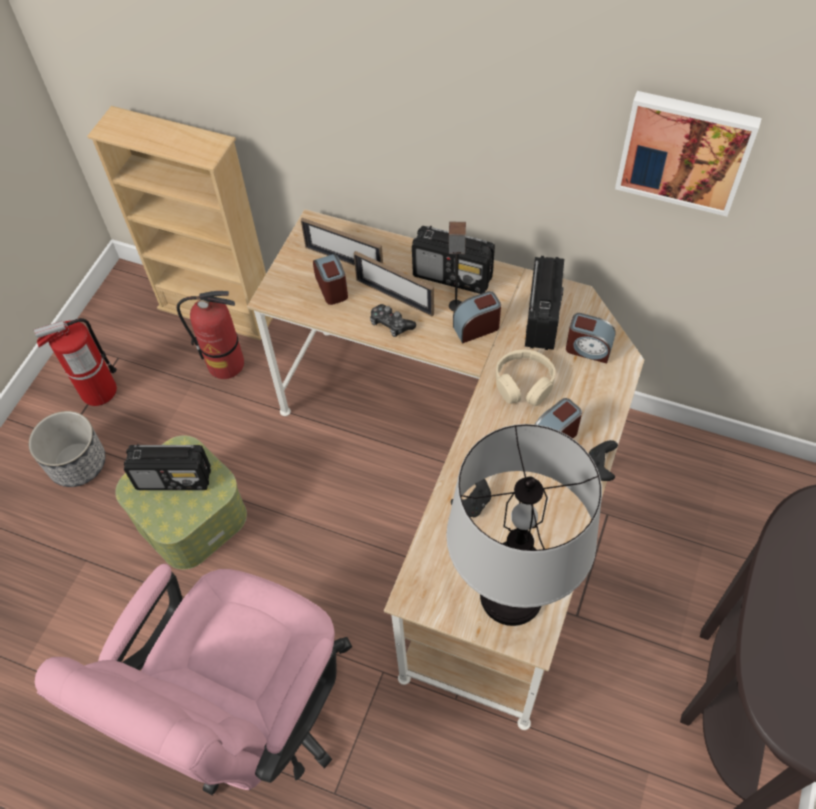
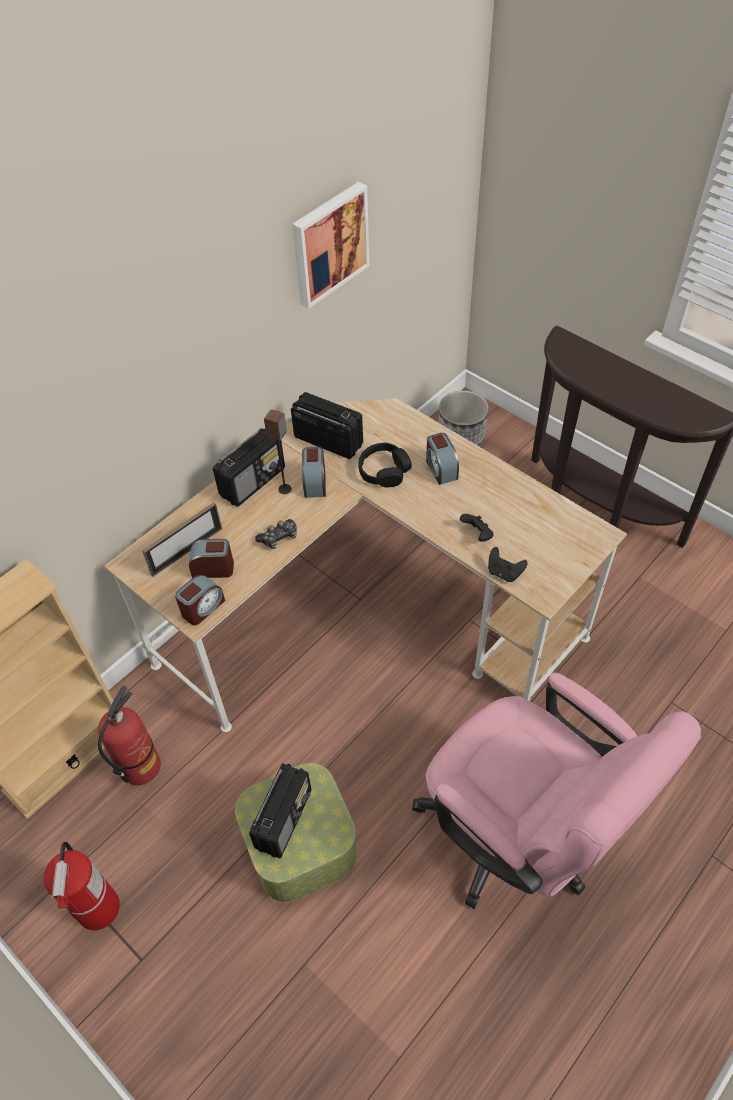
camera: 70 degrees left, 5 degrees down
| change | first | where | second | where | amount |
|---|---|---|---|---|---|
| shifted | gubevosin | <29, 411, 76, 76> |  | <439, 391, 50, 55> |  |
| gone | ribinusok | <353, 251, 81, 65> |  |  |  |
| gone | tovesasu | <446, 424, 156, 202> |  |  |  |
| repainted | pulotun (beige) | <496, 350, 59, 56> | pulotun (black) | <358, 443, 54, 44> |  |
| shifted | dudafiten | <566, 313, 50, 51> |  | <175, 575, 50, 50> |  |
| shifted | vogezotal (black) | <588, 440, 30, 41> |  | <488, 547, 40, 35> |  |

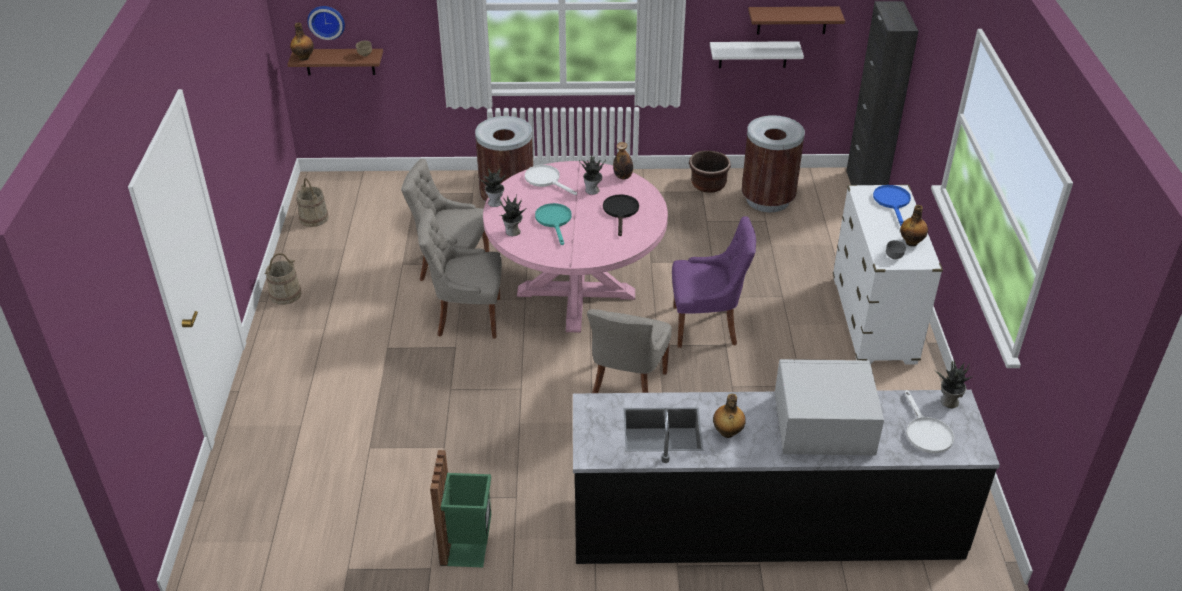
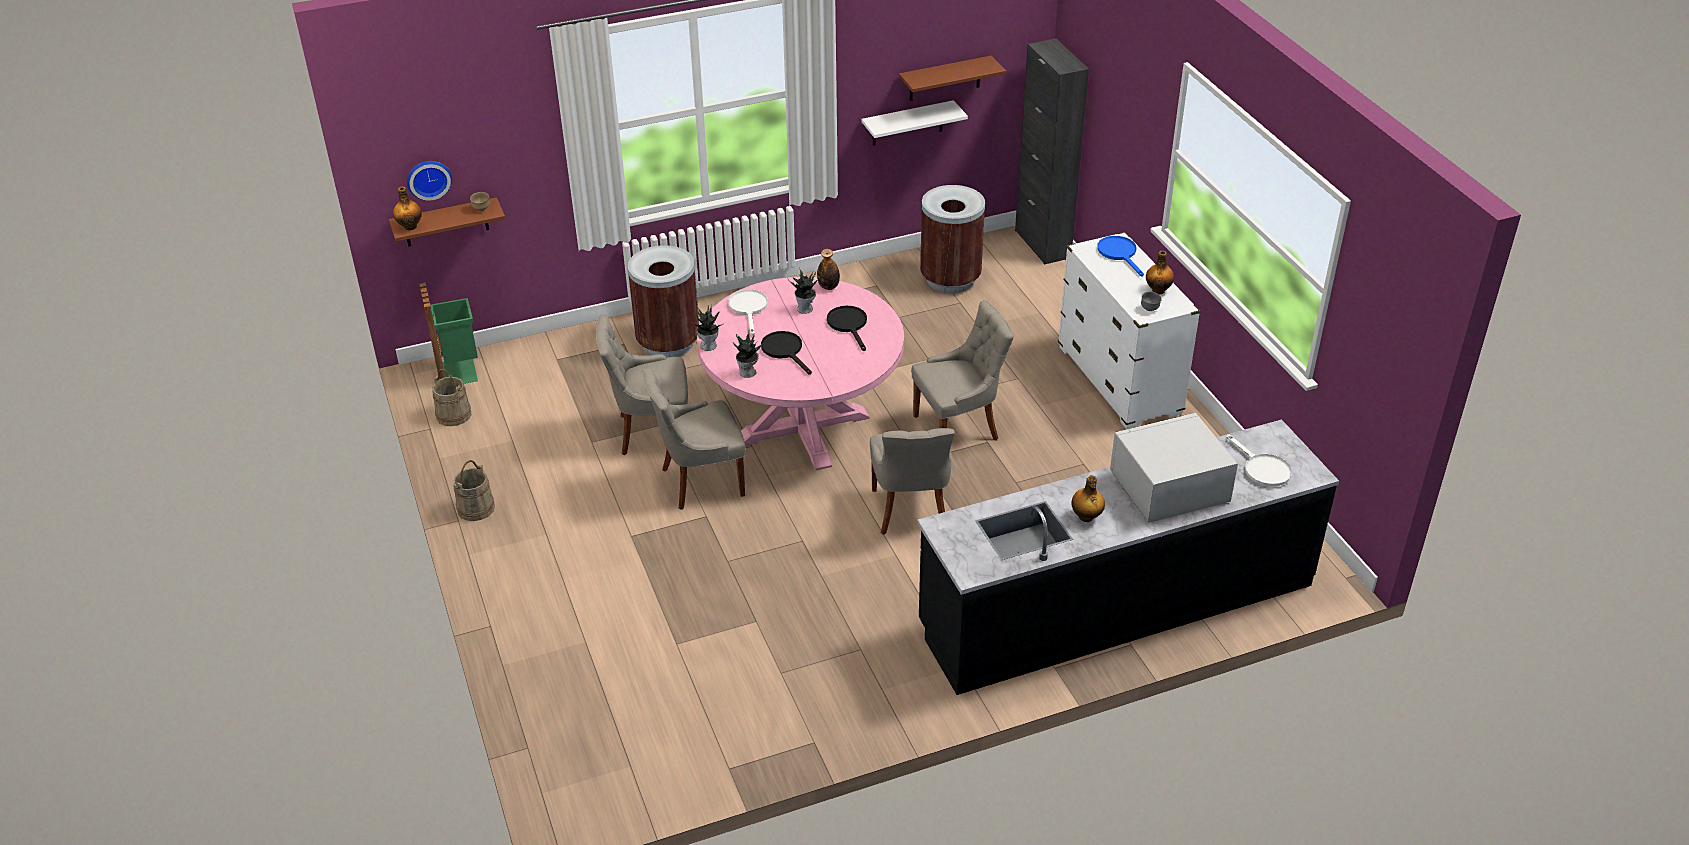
camera: 20 degrees left, 0 degrees up
| change | first | where | second | where | amount |
|---|---|---|---|---|---|
| shifted | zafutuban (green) | <430, 450, 61, 118> |  | <419, 283, 59, 101> |  |
| rotated | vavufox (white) | <525, 165, 52, 30> |  | <728, 289, 40, 46> | 60 degrees clockwise |
| repainted | vavufox (turquoise) | <535, 203, 37, 42> | vavufox (black) | <761, 331, 51, 44> |  |
| repainted | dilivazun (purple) | <672, 216, 84, 132> | dilivazun (grey) | <911, 300, 103, 141> |  |
| gone | gubevosin (brown) | <689, 151, 42, 42> |  |  |  |
| gone | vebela | <937, 361, 36, 47> |  |  |  |

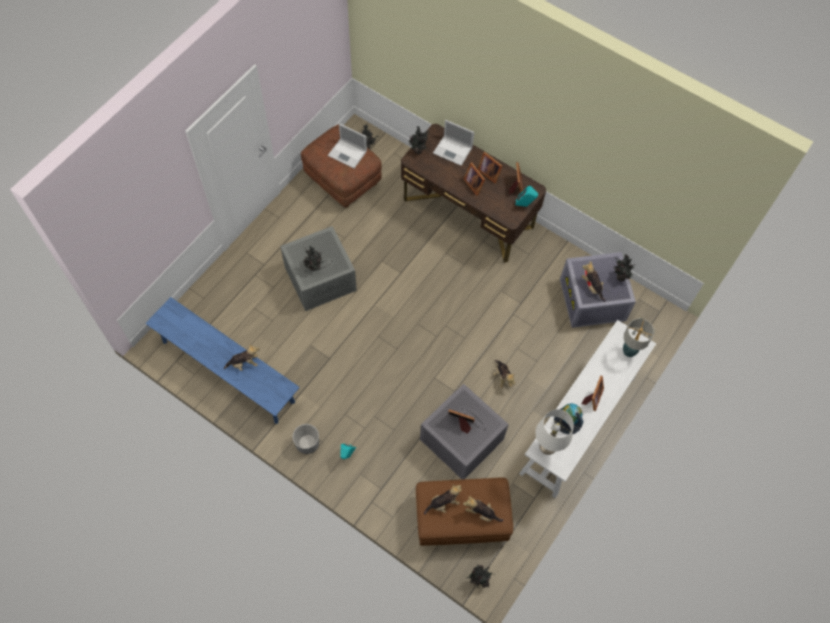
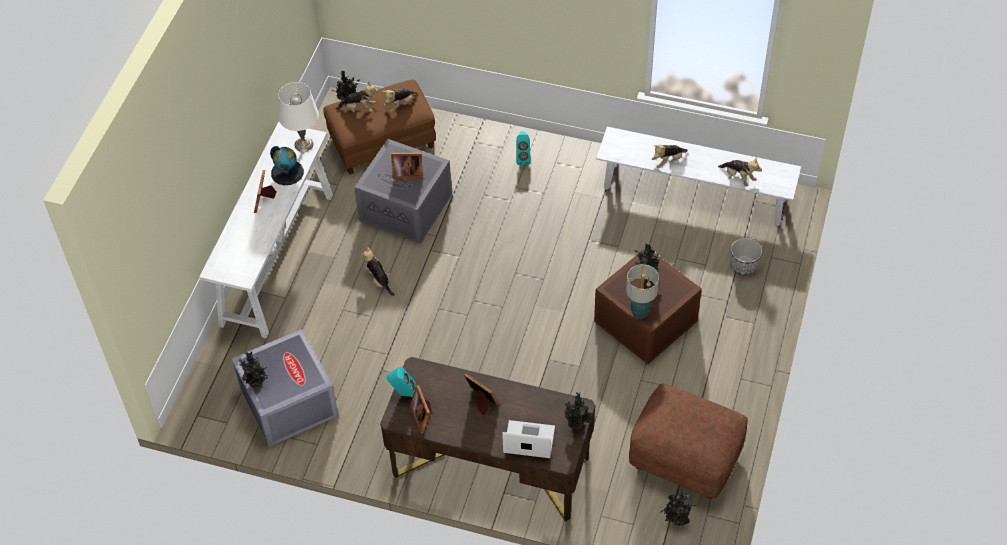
camera: 165 degrees right, 10 degrees down
| change | first | where | second | where | amount |
|---|---|---|---|---|---|
| repainted | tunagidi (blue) | <145, 297, 155, 127> | tunagidi (white) | <596, 127, 205, 99> |  |
| repainted | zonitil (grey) | <280, 226, 77, 85> | zonitil (brown) | <594, 248, 108, 116> |  |
| shifted | gubevosin | <292, 424, 27, 30> |  | <730, 238, 32, 37> |  |
| gone | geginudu | <328, 123, 39, 46> |  |  |  |
| gone | ribinusok | <478, 152, 24, 31> |  |  |  |
| shifted | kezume | <582, 261, 24, 41> |  | <718, 157, 44, 30> |  |
| shifted | tovesasu | <623, 318, 31, 39> |  | <626, 264, 33, 55> |  |

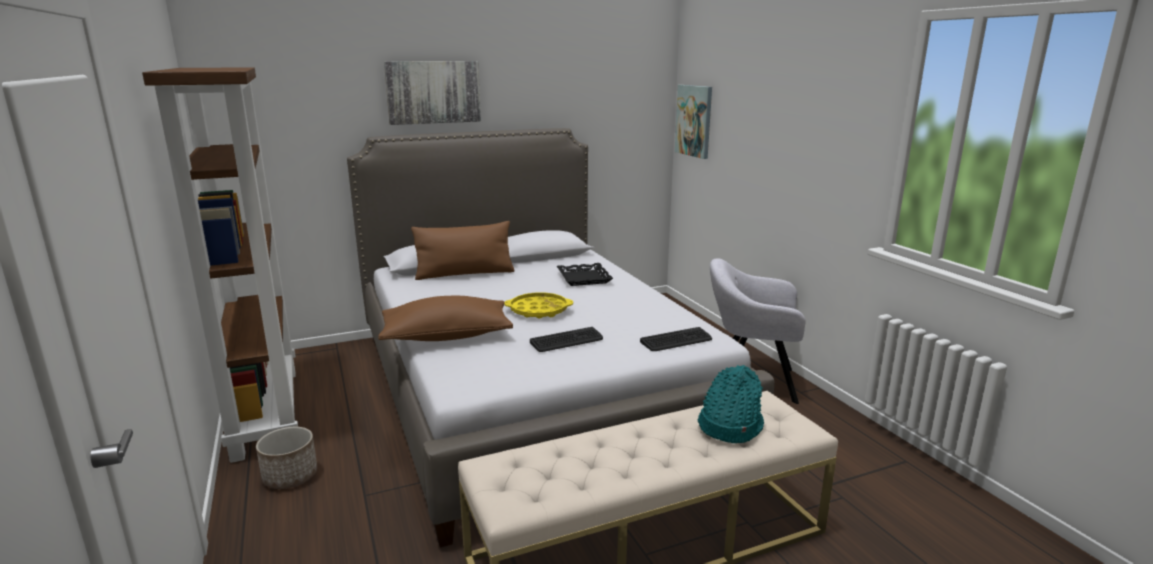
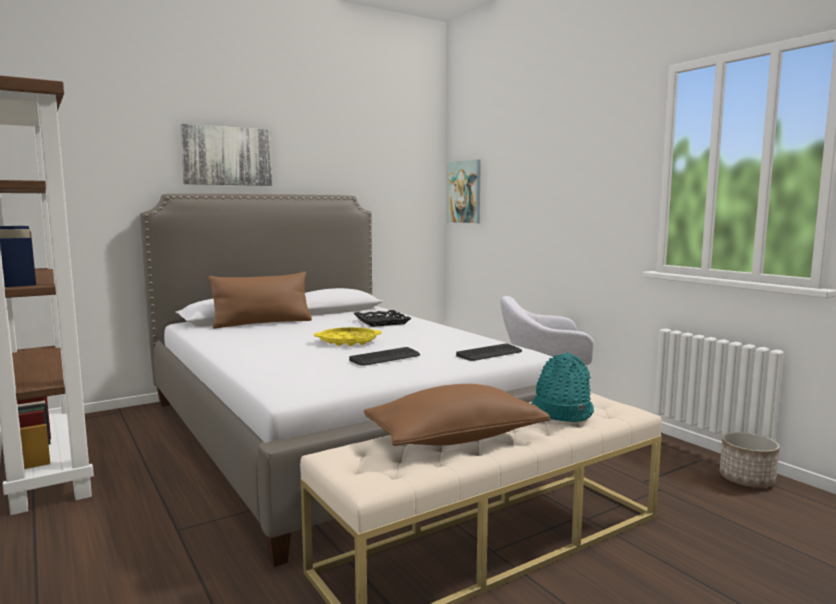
camera: 10 degrees left, 10 degrees down
| change | first | where | second | where | amount |
|---|---|---|---|---|---|
| shifted | gubevosin | <256, 427, 61, 62> |  | <720, 432, 60, 56> |  |
| shifted | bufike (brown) | <378, 296, 135, 45> |  | <364, 384, 186, 62> |  |

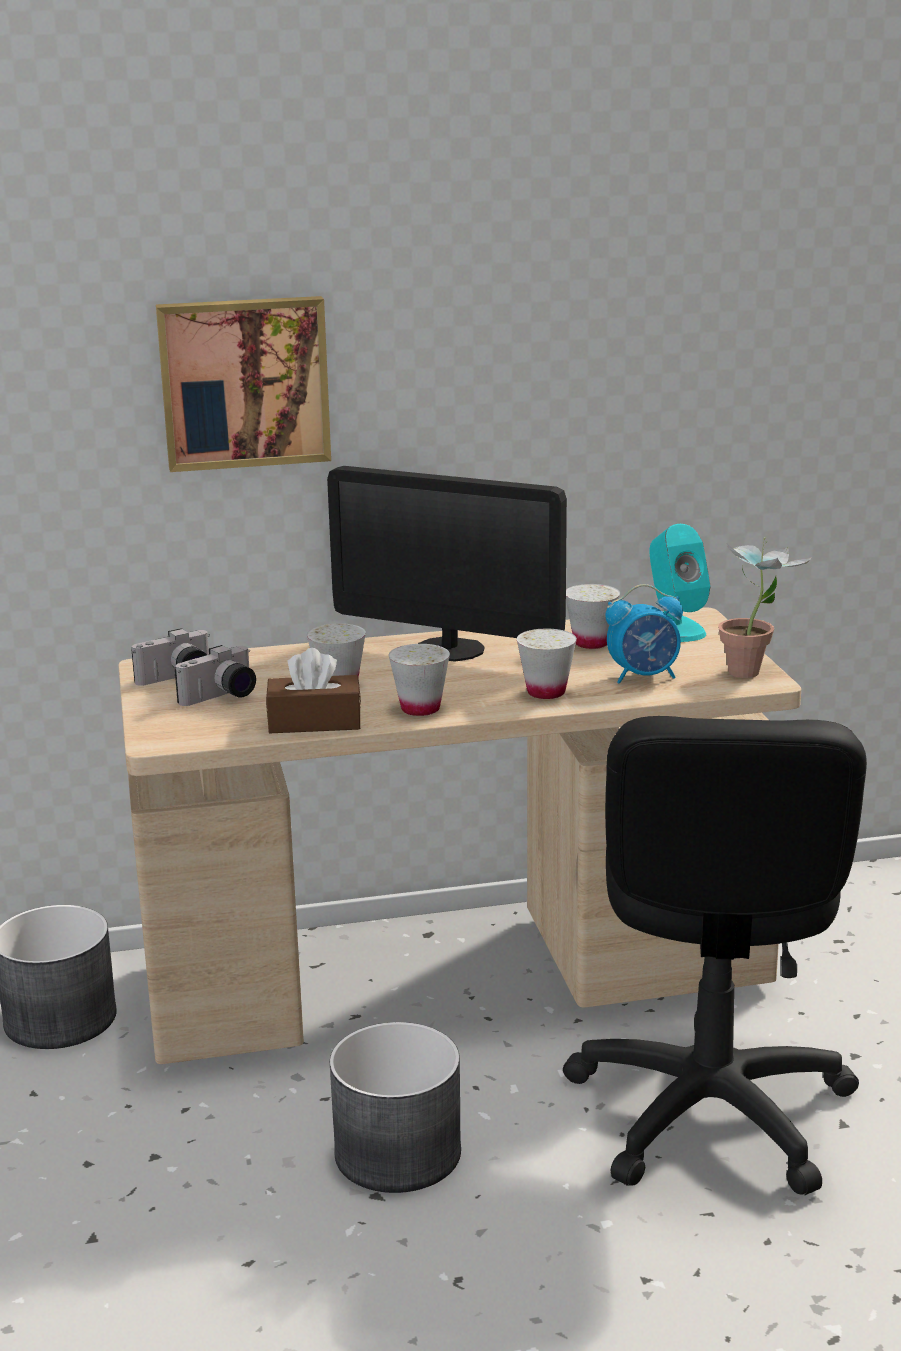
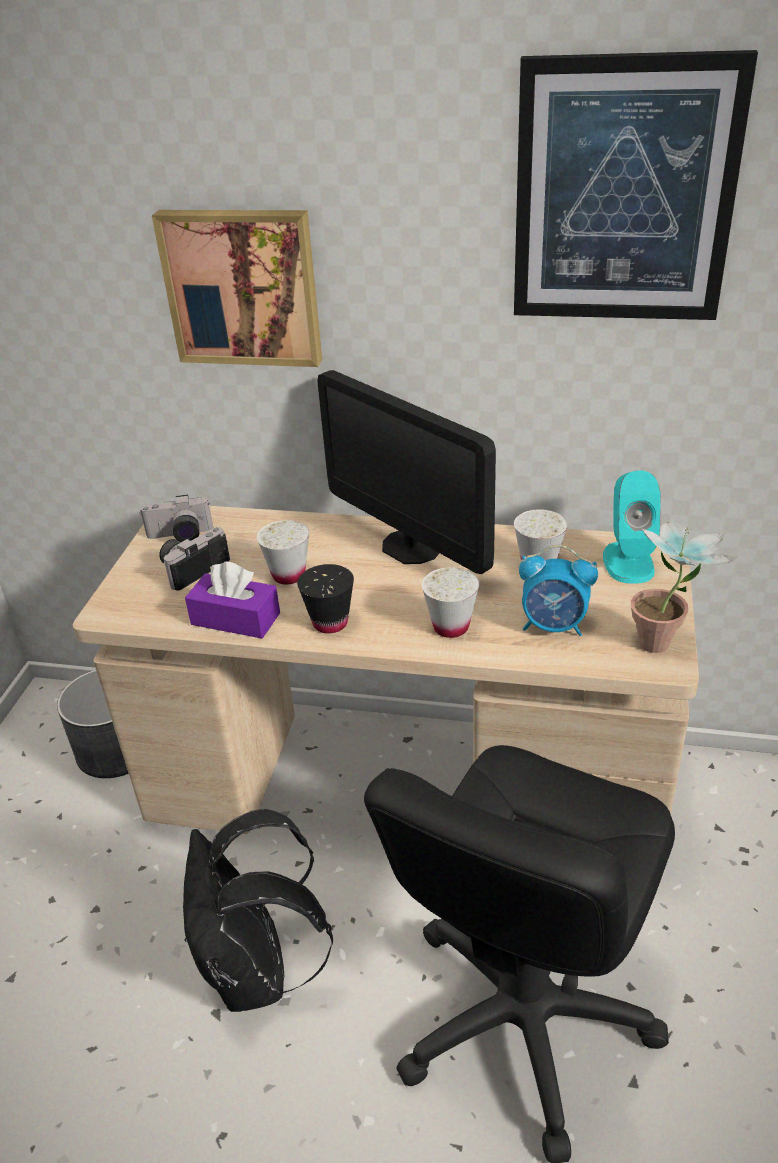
camera: 25 degrees right, 15 degrees up
| change | first | where | second | where | amount |
|---|---|---|---|---|---|
| rotated | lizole | <175, 645, 81, 61> |  | <159, 527, 71, 64> | 150 degrees clockwise |
| repainted | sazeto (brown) | <266, 648, 95, 85> | sazeto (purple) | <185, 561, 95, 78> |  |
| swapped | gubevosin (grey) | <330, 1022, 131, 171> | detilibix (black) | <183, 809, 150, 203> |  |
| repainted | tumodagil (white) | <389, 644, 61, 72> | tumodagil (black) | <297, 564, 57, 70> |  |
| new |  |  | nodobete | <514, 50, 244, 270> |  |

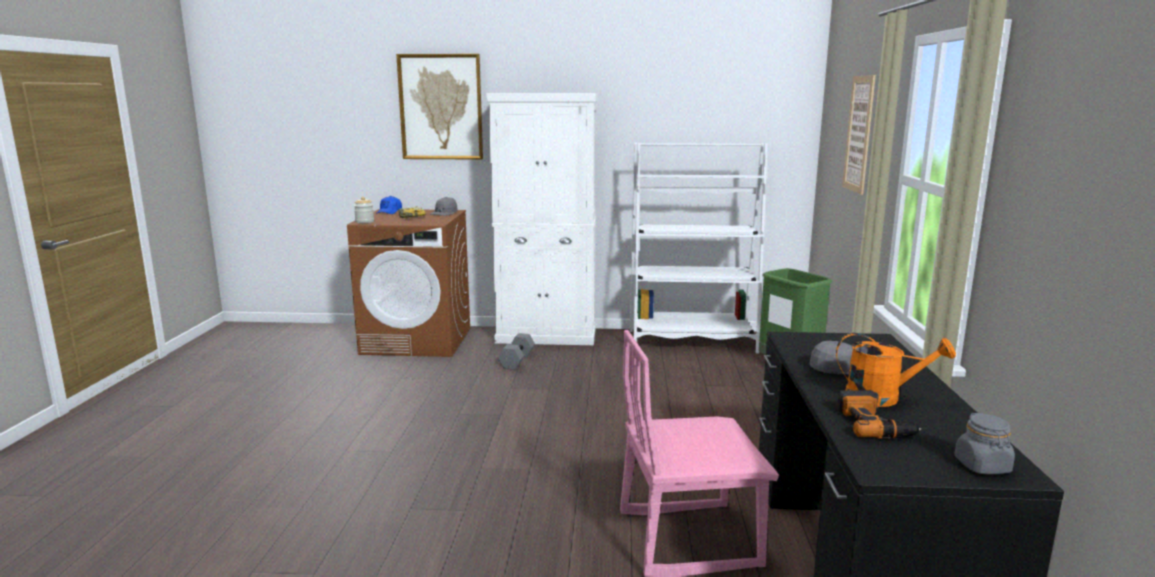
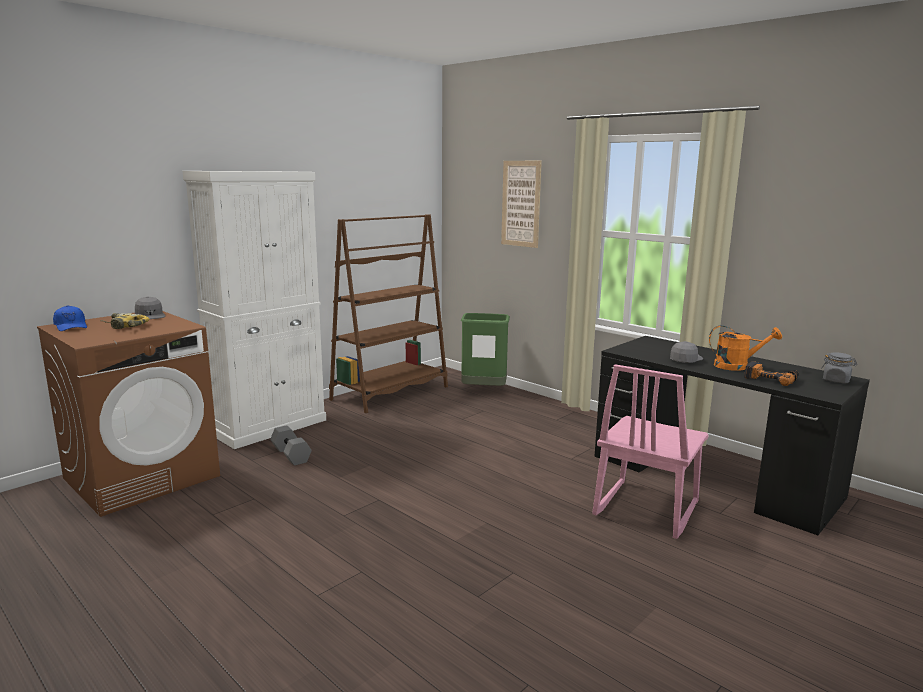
camera: 50 degrees left, 0 degrees up
| change | first | where | second | where | amount |
|---|---|---|---|---|---|
| gone | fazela | <354, 197, 20, 26> |  |  |  |
| gone | nodobete | <396, 54, 87, 106> |  |  |  |
| repainted | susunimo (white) | <630, 143, 138, 210> | susunimo (brown) | <329, 214, 119, 199> |  |
| rotated | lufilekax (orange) | <836, 333, 120, 74> |  | <709, 325, 73, 46> | 45 degrees clockwise |

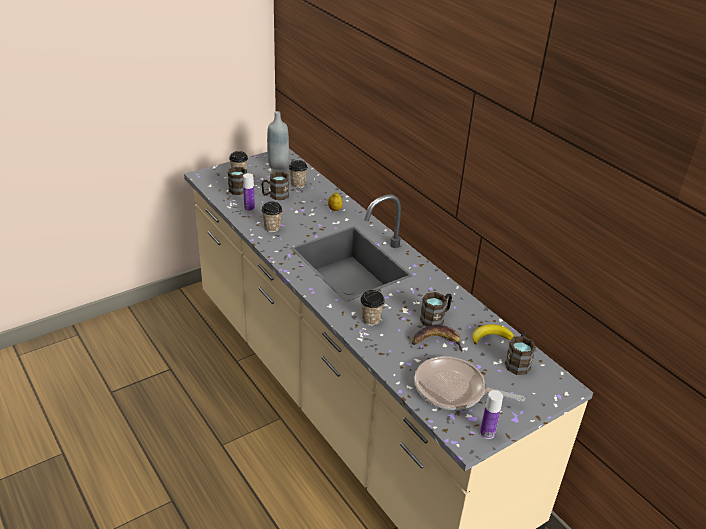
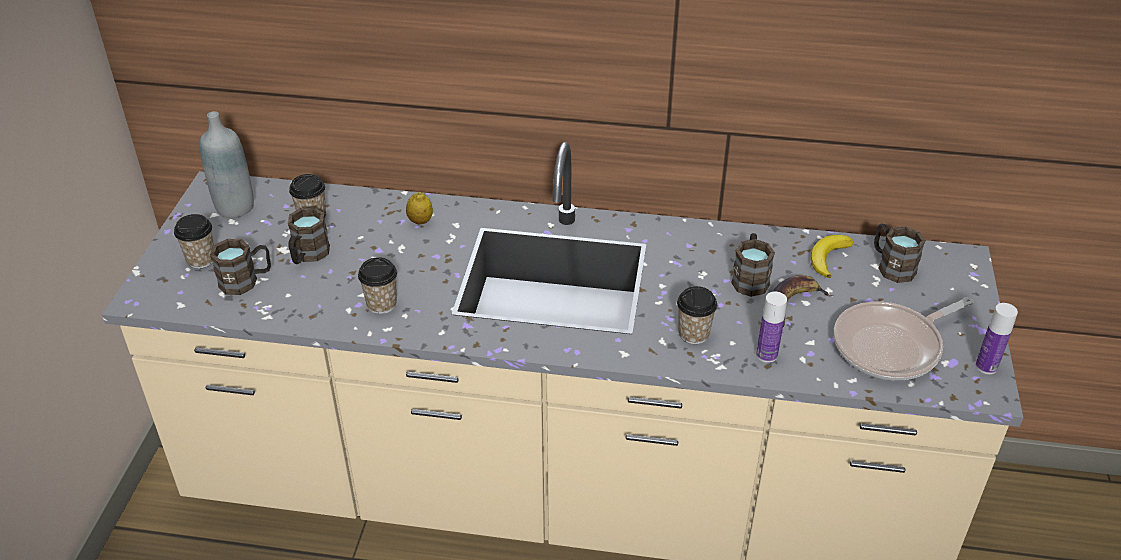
camera: 45 degrees left, 5 degrees up
| change | first | where | second | where | amount |
|---|---|---|---|---|---|
| shifted | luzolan | <243, 173, 12, 39> |  | <756, 291, 31, 72> |  |

